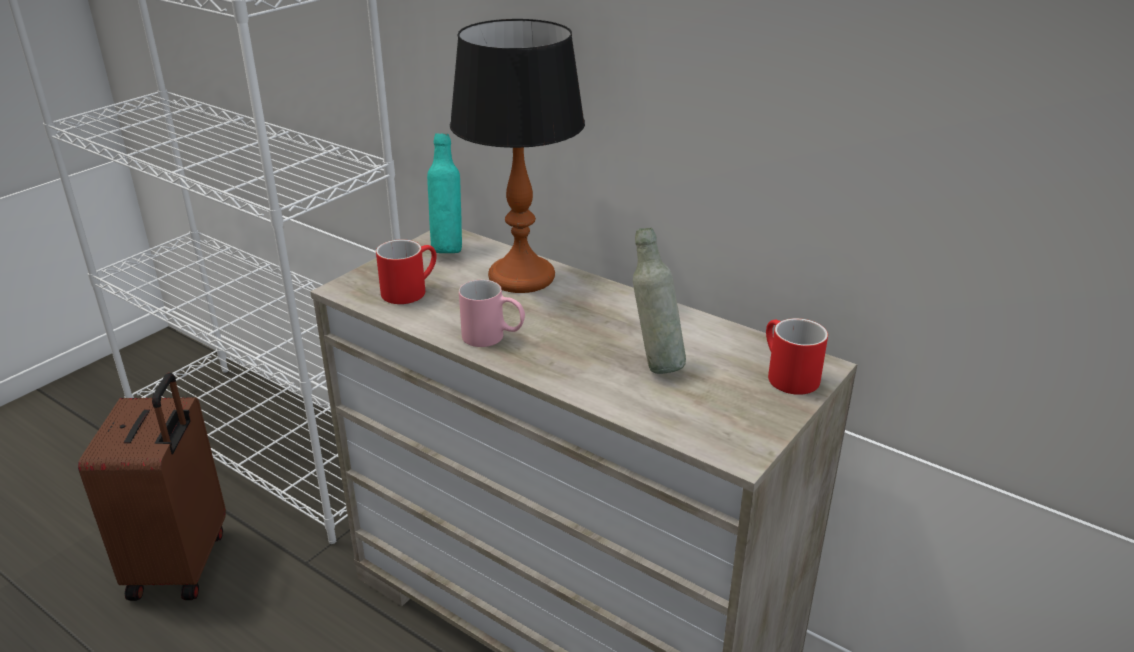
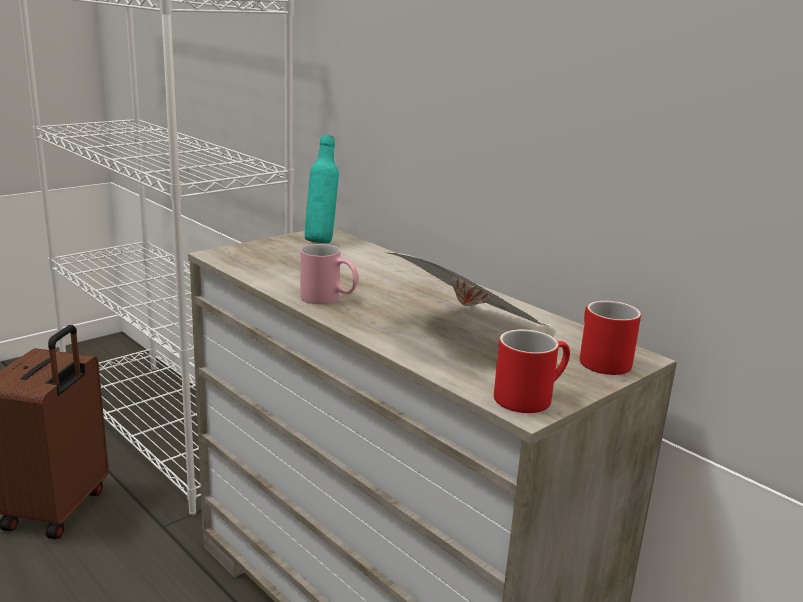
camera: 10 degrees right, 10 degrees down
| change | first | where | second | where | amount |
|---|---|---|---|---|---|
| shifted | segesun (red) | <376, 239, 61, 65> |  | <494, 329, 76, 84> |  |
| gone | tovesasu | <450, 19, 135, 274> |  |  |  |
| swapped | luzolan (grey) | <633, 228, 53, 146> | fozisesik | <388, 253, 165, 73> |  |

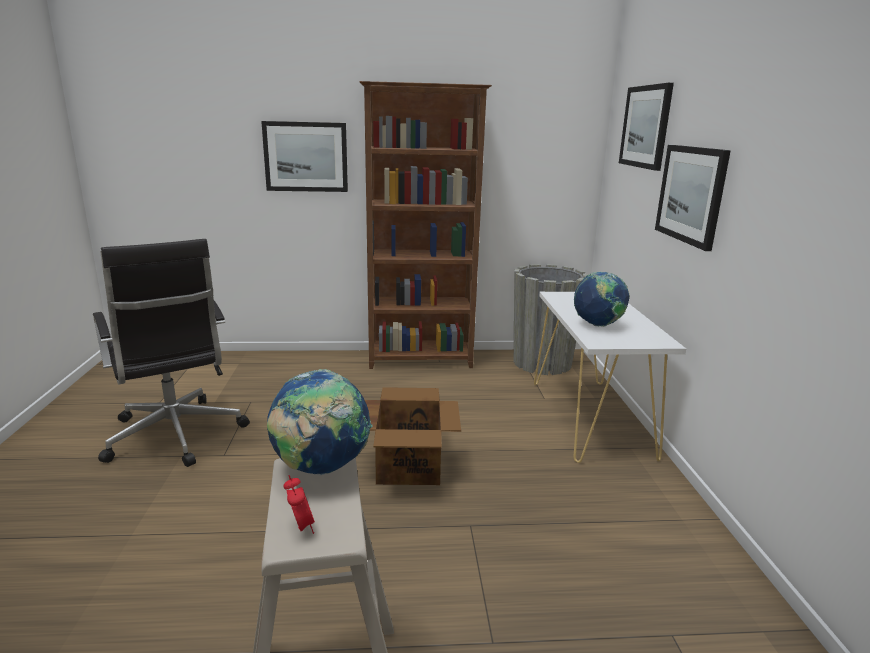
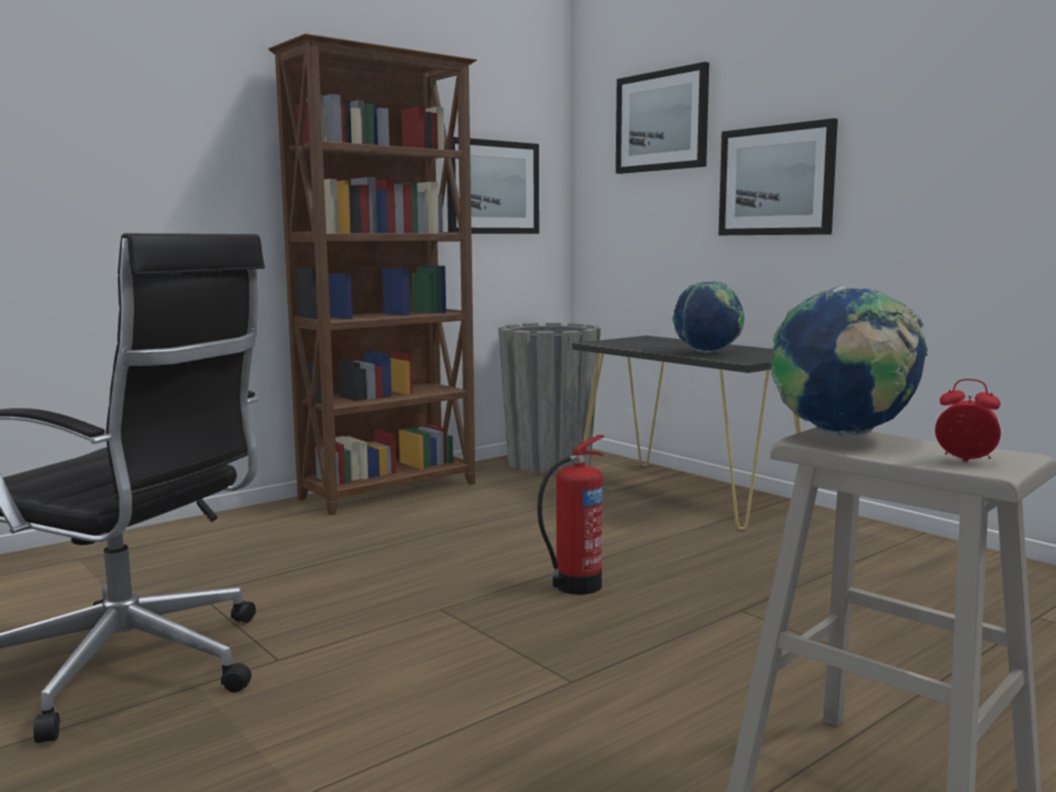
camera: 35 degrees left, 10 degrees down
| change | first | where | second | where | amount |
|---|---|---|---|---|---|
| shifted | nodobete | <261, 121, 87, 71> |  | <447, 137, 92, 97> |  |
| swapped | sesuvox | <365, 387, 96, 98> | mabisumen | <537, 435, 67, 160> |  |
| repainted | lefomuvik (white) | <534, 292, 152, 171> | lefomuvik (black) | <572, 336, 229, 194> |  |

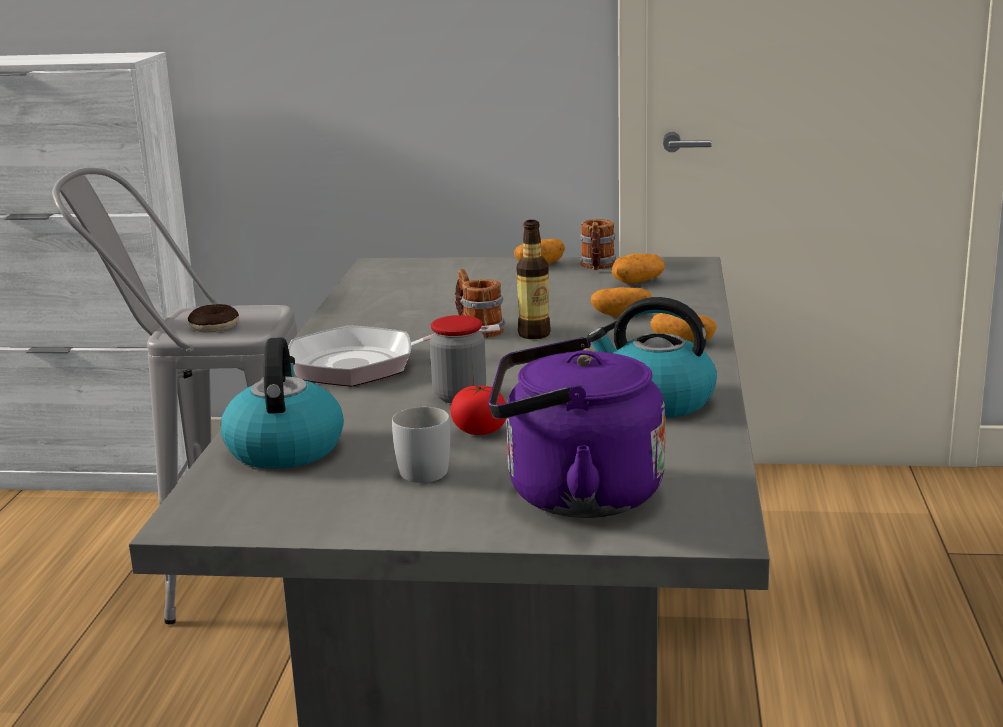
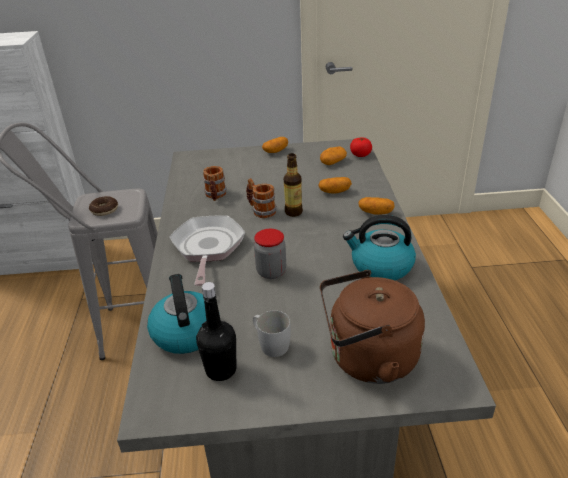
camera: 10 degrees left, 15 degrees up
| change | first | where | second | where | amount |
|---|---|---|---|---|---|
| rotated | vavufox | <288, 324, 212, 63> |  | <169, 215, 76, 71> | 105 degrees clockwise |
| shifted | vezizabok | <450, 385, 56, 50> |  | <350, 137, 22, 20> |  |
| repainted | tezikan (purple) | <489, 337, 176, 181> | tezikan (brown) | <320, 270, 105, 114> |  |
| shifted | segesun | <580, 219, 36, 51> |  | <203, 166, 24, 35> |  |
| new |  |  | luzolan (black) | <196, 282, 40, 99> |  |

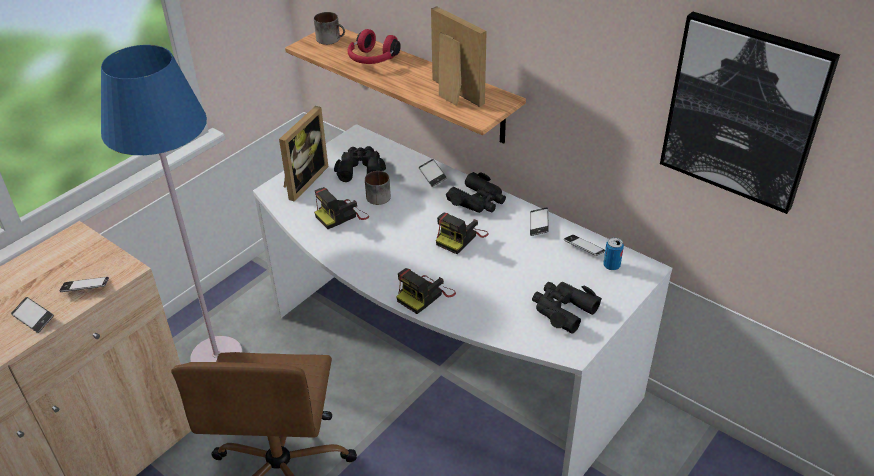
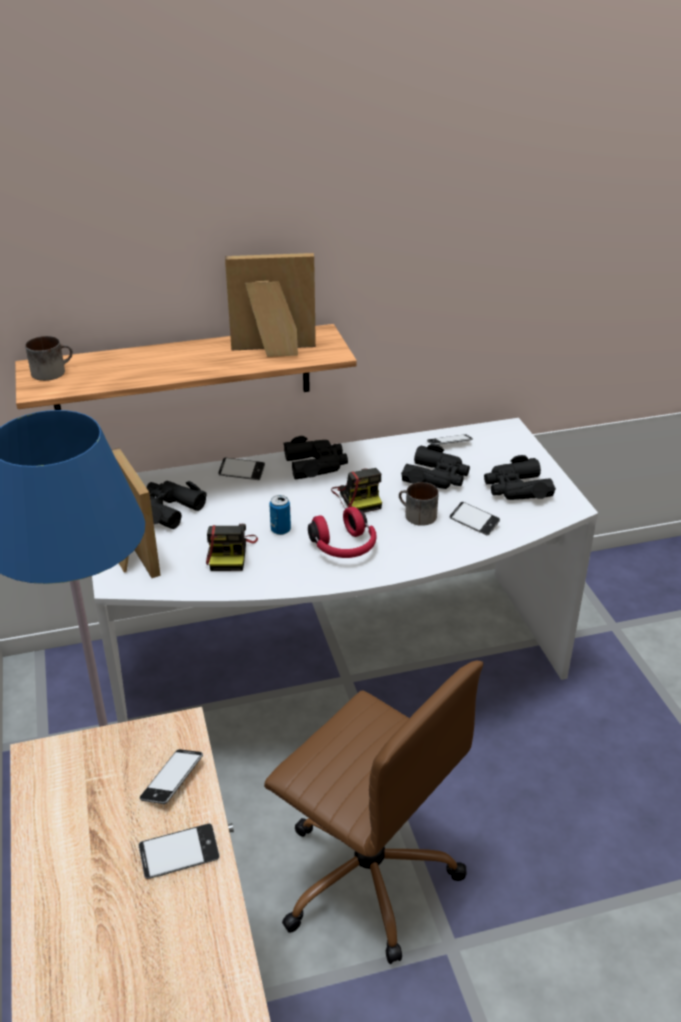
camera: 55 degrees left, 5 degrees down
| change | first | where | second | where | amount |
|---|---|---|---|---|---|
| shifted | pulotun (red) | <347, 29, 54, 35> |  | <308, 507, 69, 51> |  |
| shifted | segesun | <365, 171, 26, 34> |  | <399, 482, 40, 44> |  |
| gone | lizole | <396, 268, 60, 46> |  |  |  |
| shifted | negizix | <530, 207, 19, 29> |  | <450, 502, 50, 33> |  |
| shifted | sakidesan | <603, 238, 21, 32> |  | <269, 495, 22, 40> |  |
| gone | nodobete | <660, 11, 180, 203> |  |  |  |
| new |  |  | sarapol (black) | <401, 444, 69, 45> |  |

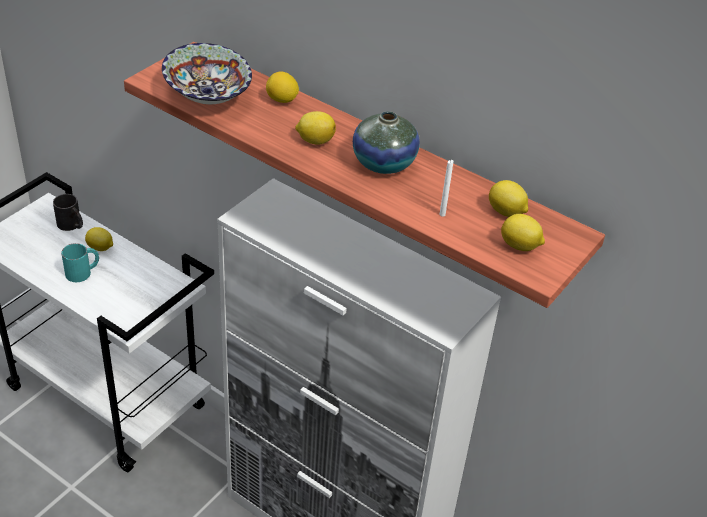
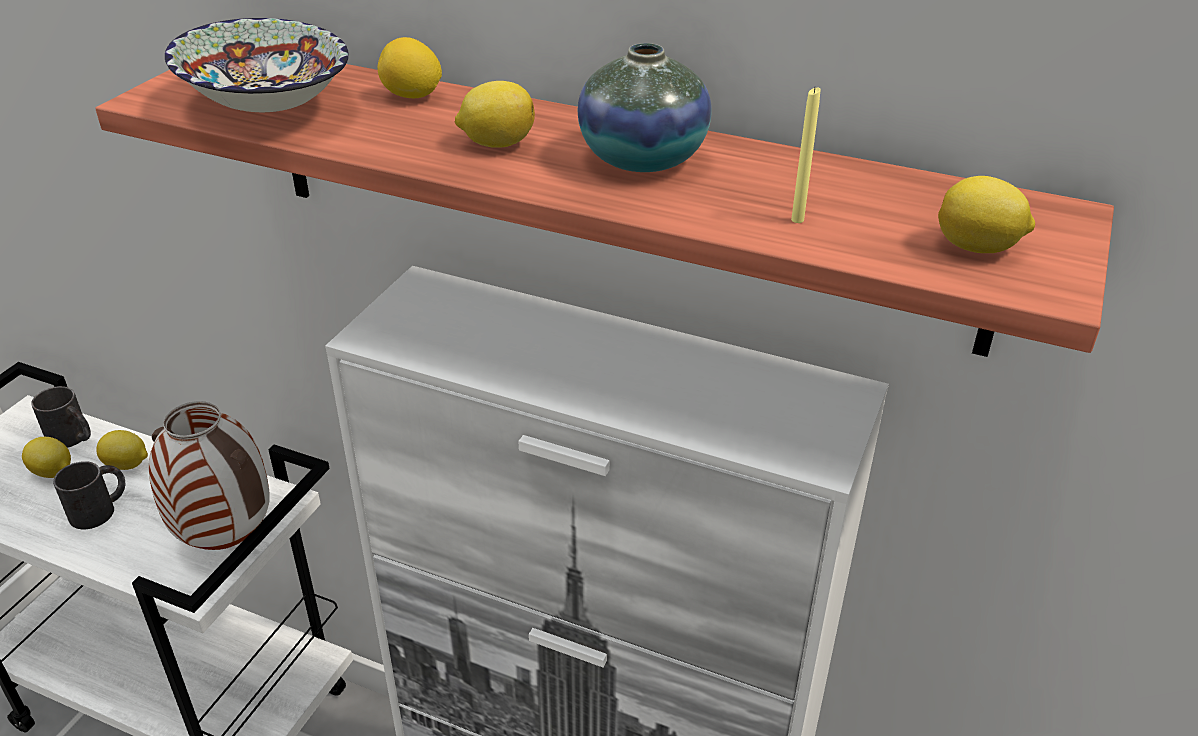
camera: 10 degrees left, 5 degrees down
| change | first | where | second | where | amount |
|---|---|---|---|---|---|
| repainted | segesun (turquoise) | <61, 243, 38, 39> | segesun (black) | <53, 461, 72, 68> |  |
| repainted | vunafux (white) | <439, 160, 14, 57> | vunafux (yellow) | <791, 88, 30, 135> |  |
| shifted | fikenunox | <489, 180, 39, 37> |  | <22, 437, 49, 41> |  |
| new |  |  | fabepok | <149, 401, 120, 149> |  |

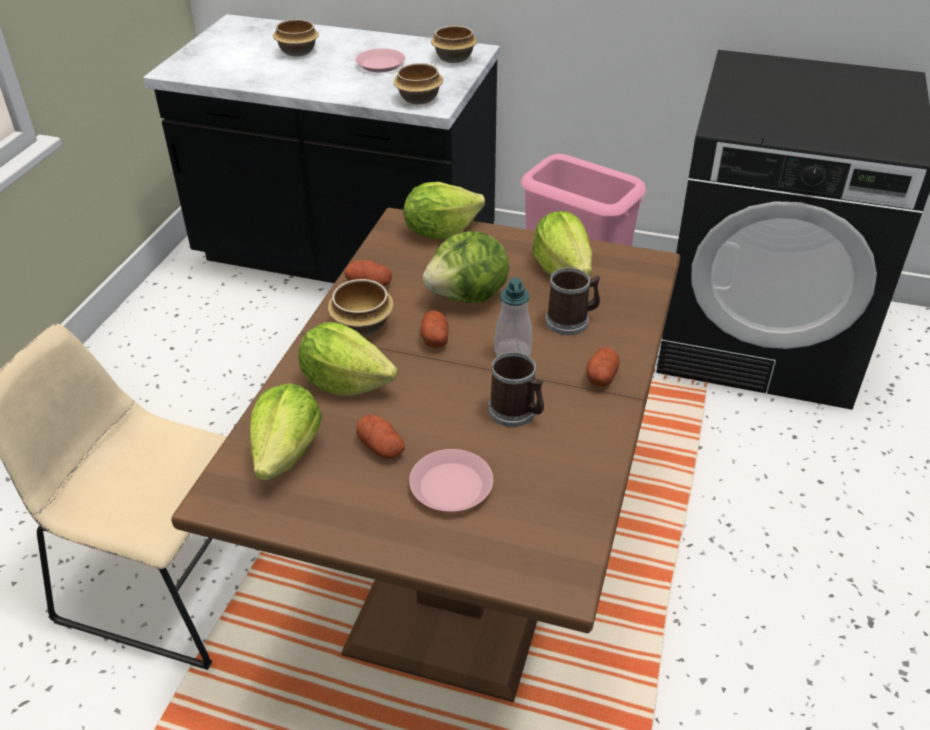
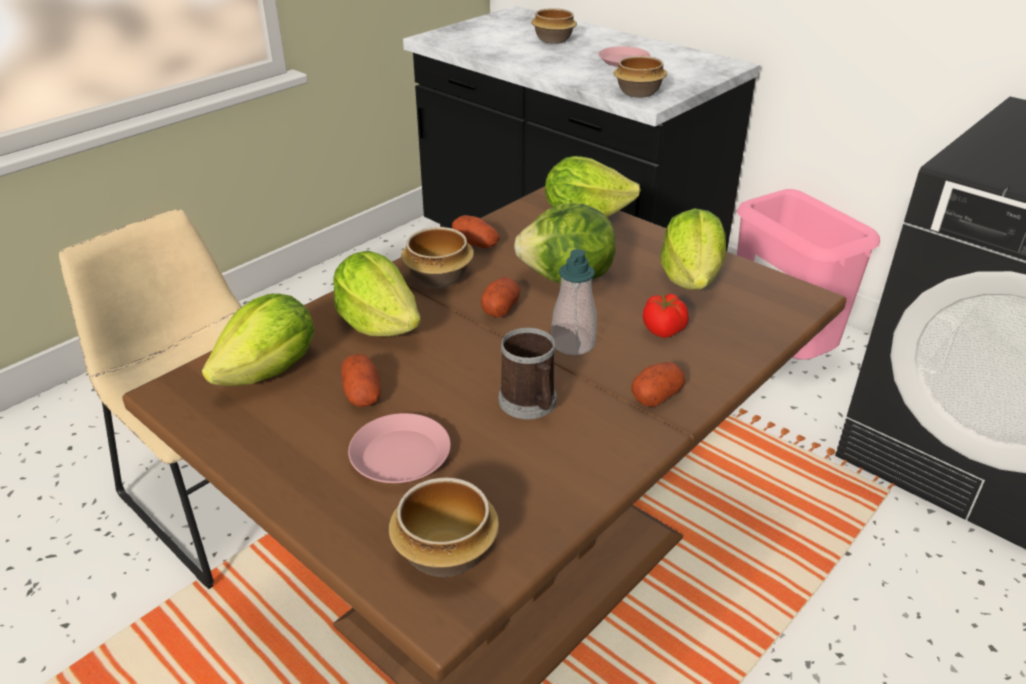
camera: 25 degrees right, 5 degrees down
| change | first | where | second | where | amount |
|---|---|---|---|---|---|
| shifted | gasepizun | <431, 25, 46, 38> |  | <389, 478, 110, 99> |  |
| swapped | segesun | <545, 268, 55, 67> | vezizabok | <643, 293, 46, 45> |  |

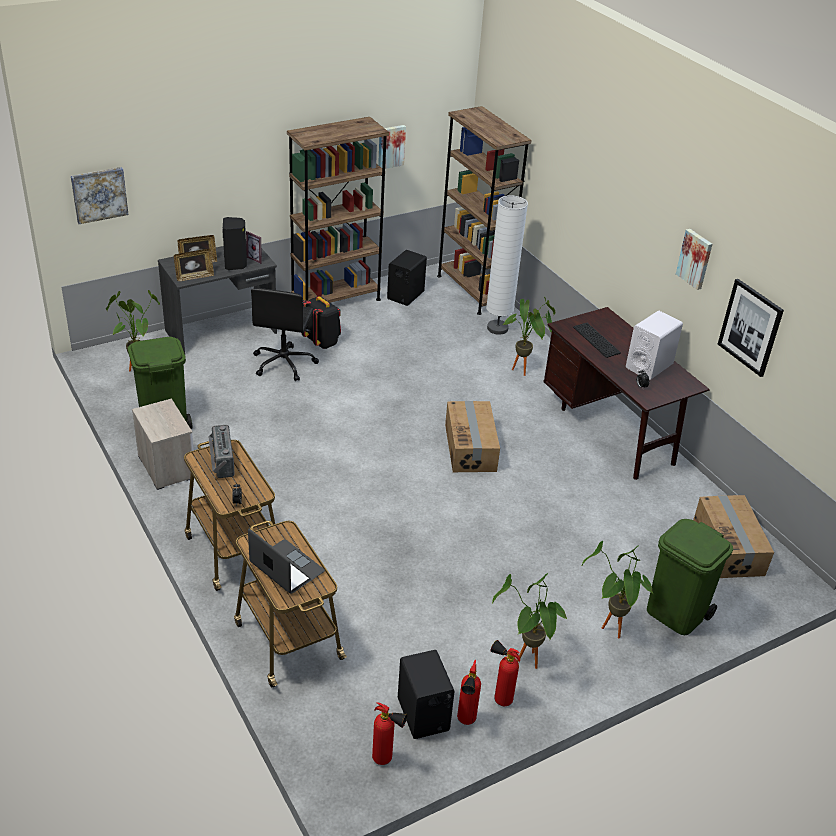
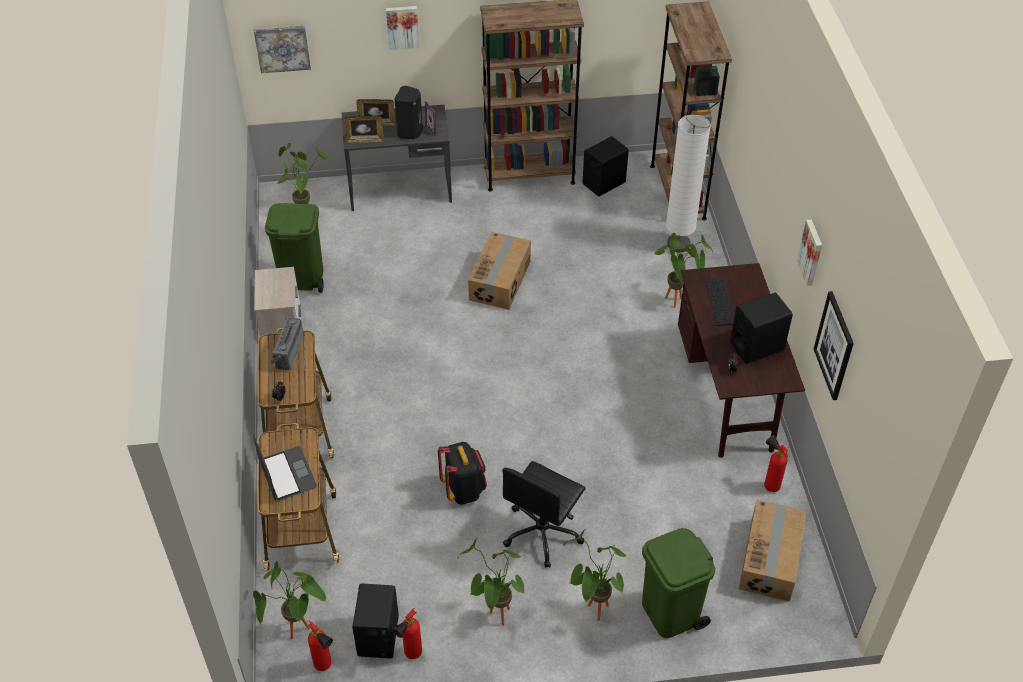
camera: 25 degrees right, 10 degrees up
| change | first | where | second | where | amount |
|---|---|---|---|---|---|
| shifted | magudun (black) | <251, 288, 68, 93> |  | <502, 461, 83, 107> |  |
| shifted | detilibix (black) | <301, 296, 40, 53> |  | <438, 442, 49, 63> |  |
| shifted | nodobete | <378, 125, 28, 44> |  | <386, 6, 33, 44> |  |
| shifted | sesuvox | <445, 401, 55, 71> |  | <468, 232, 63, 78> |  |
| shifted | mabisumen | <490, 640, 30, 66> |  | <764, 436, 24, 56> |  |
| repainted | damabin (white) | <626, 311, 57, 69> | damabin (black) | <730, 293, 63, 71> |  |
| new |  |  | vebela | <253, 561, 73, 78> |  |

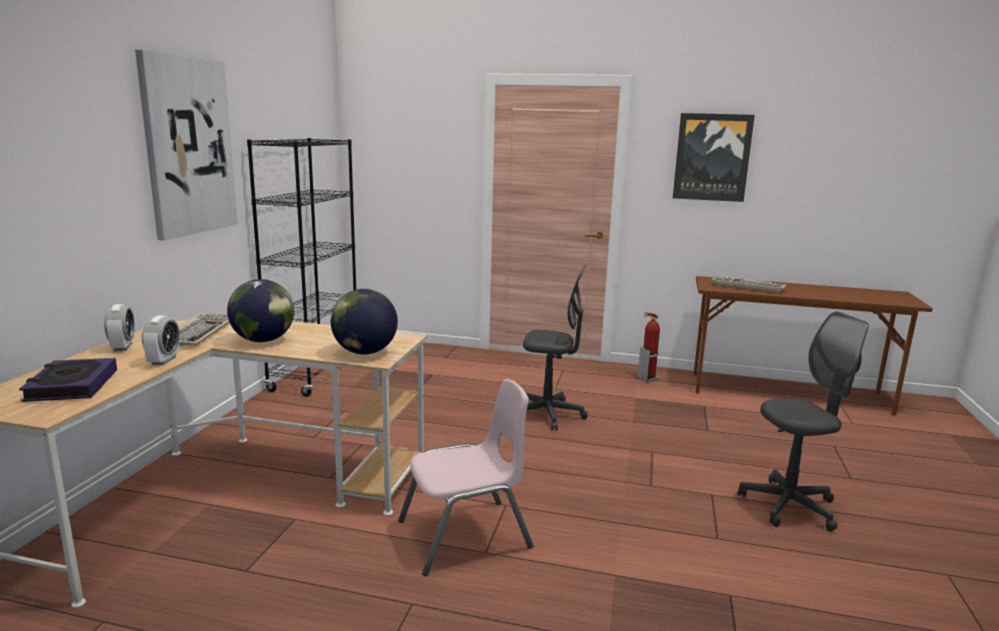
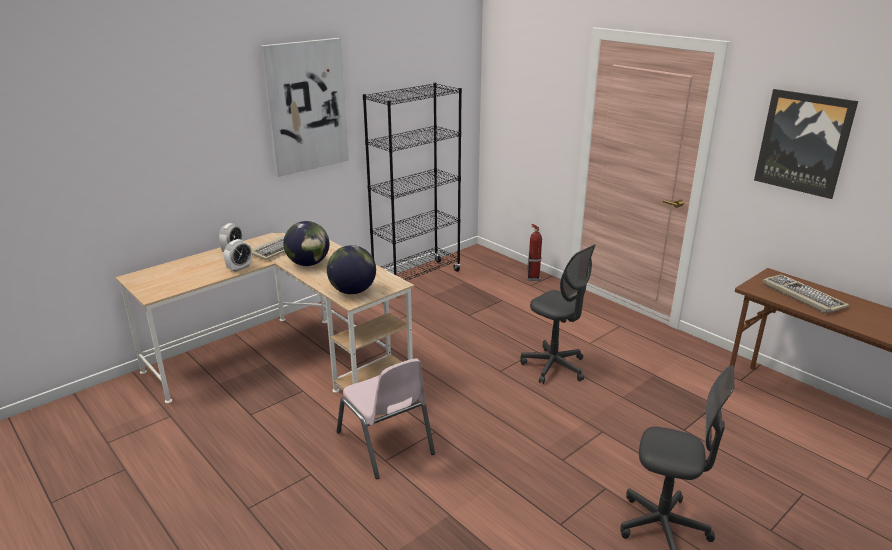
camera: 35 degrees right, 10 degrees up
| change | first | where | second | where | amount |
|---|---|---|---|---|---|
| gone | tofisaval | <19, 358, 98, 44> |  |  |  |
| rotated | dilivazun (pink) | <398, 379, 135, 197> |  | <336, 358, 99, 121> | 45 degrees clockwise |
| shifted | mabisumen | <637, 312, 23, 70> |  | <527, 224, 15, 57> |  |

